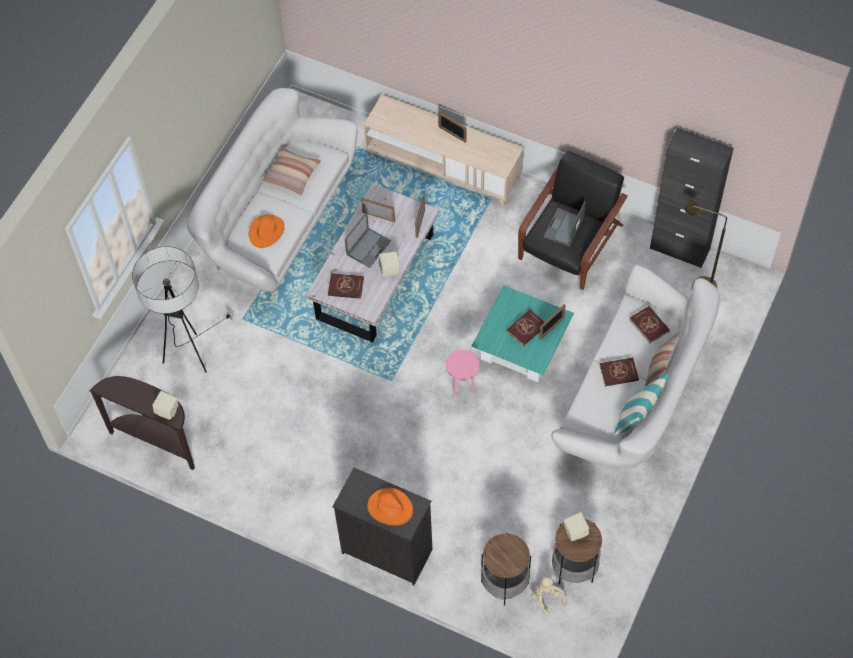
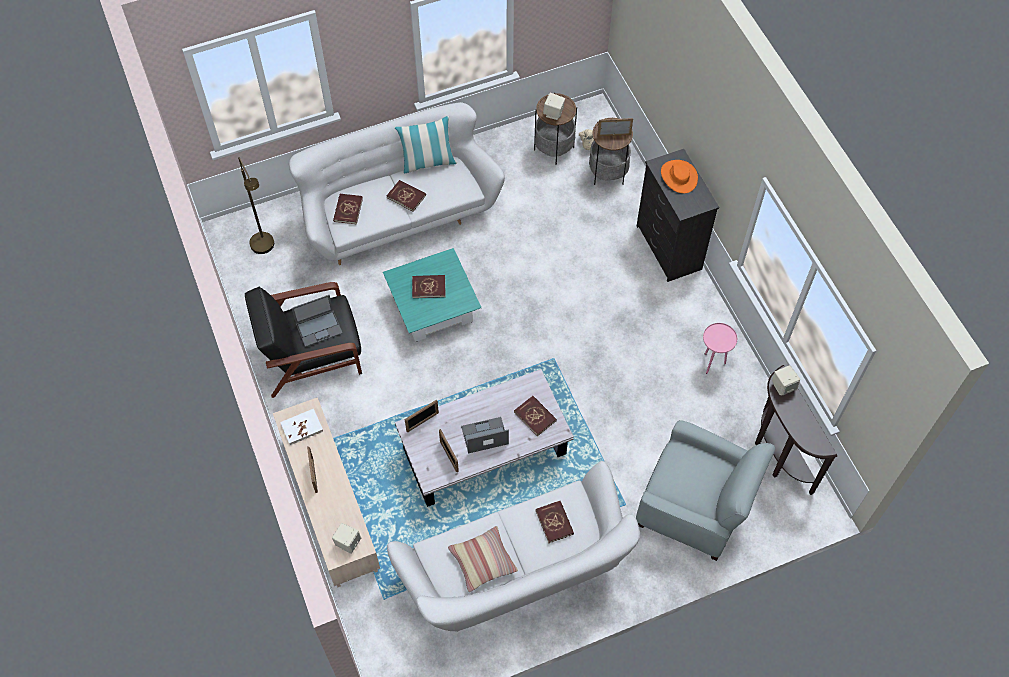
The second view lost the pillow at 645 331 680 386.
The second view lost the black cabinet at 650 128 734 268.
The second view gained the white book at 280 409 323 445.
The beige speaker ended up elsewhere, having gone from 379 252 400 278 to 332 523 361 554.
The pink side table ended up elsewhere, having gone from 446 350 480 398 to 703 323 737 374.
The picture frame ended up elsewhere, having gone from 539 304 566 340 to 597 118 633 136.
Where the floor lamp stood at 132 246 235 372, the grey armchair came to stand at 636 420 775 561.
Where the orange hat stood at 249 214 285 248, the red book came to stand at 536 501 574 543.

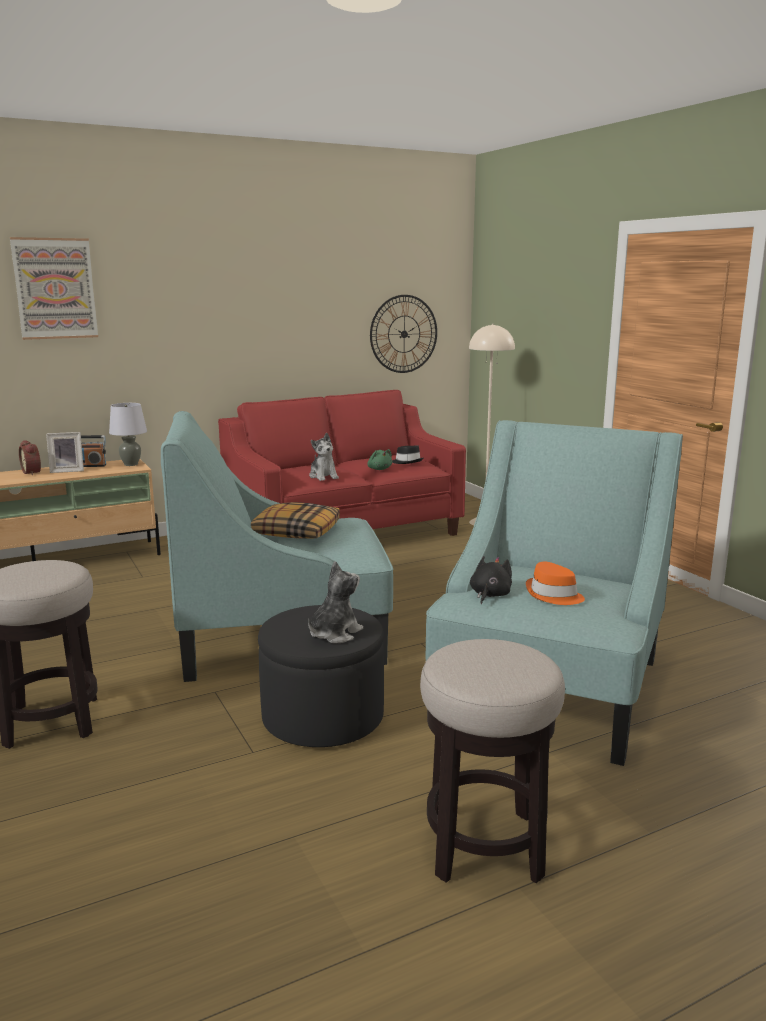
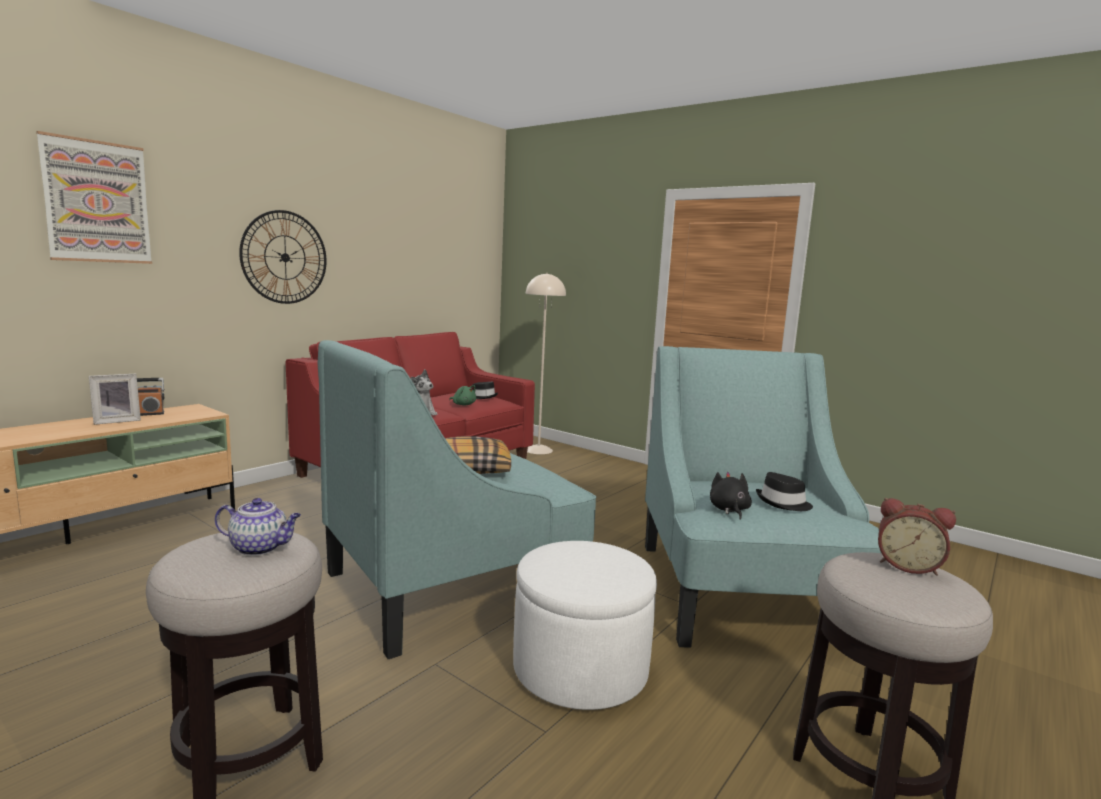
The second view lost the grey table lamp at 109 403 147 466.
The second view lost the plush toy at 308 561 363 643.
The second view gained the teapot at 215 498 301 556.
The alarm clock ended up elsewhere, having gone from 19 440 41 476 to 878 498 956 576.
The wall clock ended up elsewhere, having gone from 370 295 437 373 to 239 210 327 304.
What was the black ottoman at 258 605 384 747 turned into the white ottoman at 513 541 657 710.
What was the orange hat at 526 562 585 605 turned into the black hat at 756 472 813 511.

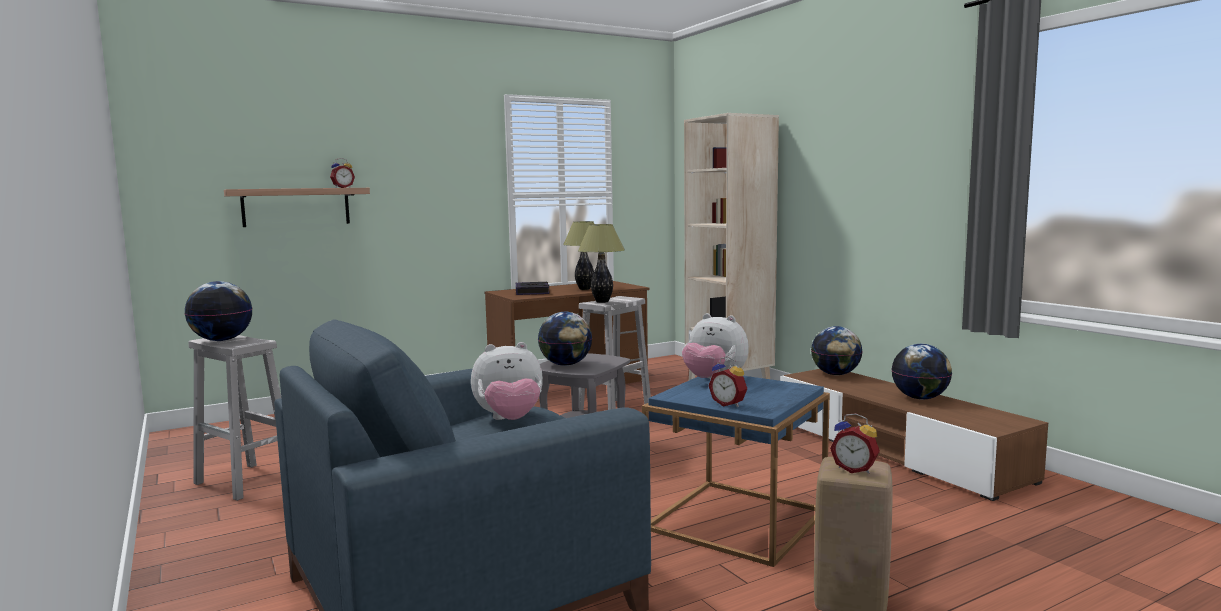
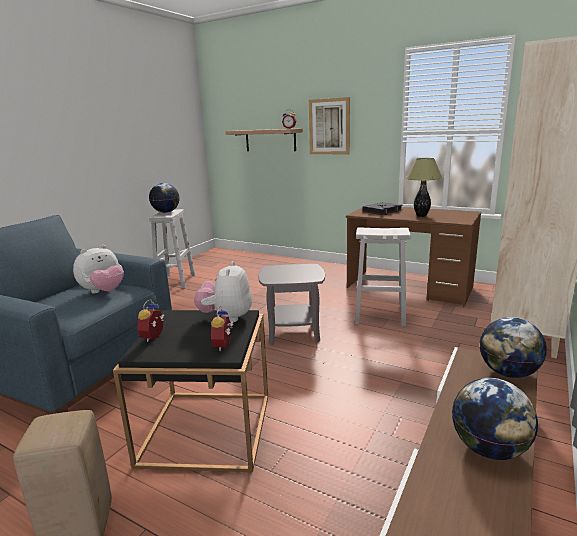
The second view lost the globe at 538 312 592 366.
The second view lost the table lamp at 578 224 625 303.
The second view gained the picture at 309 97 350 154.
The alarm clock ended up elsewhere, having gone from 830 413 880 474 to 211 306 234 351.
What was the blue side table at 642 376 830 567 turned into the black side table at 113 310 268 472.
The plush toy at 471 342 543 420 ended up facing another way, 90 degrees counterclockwise from before.

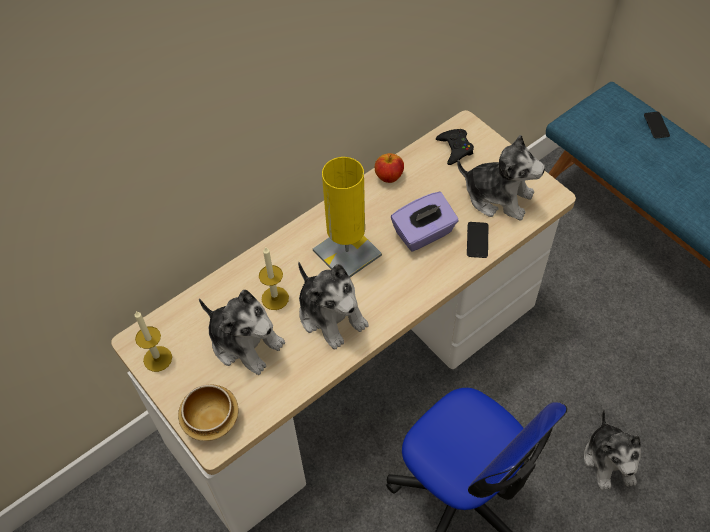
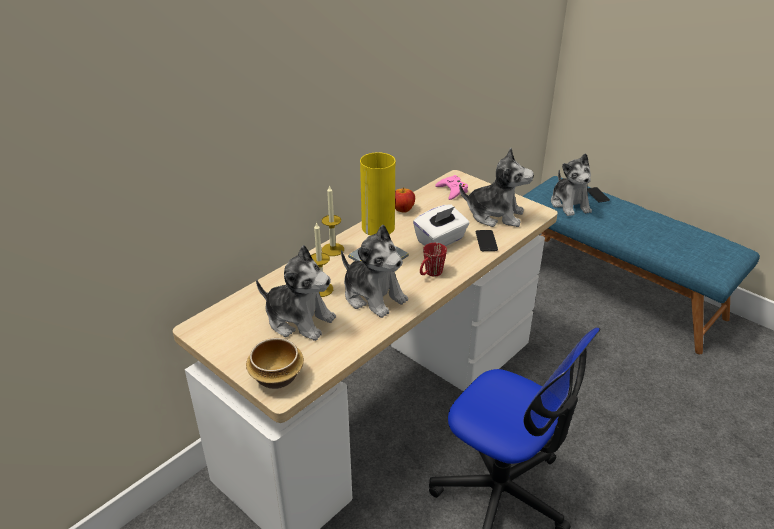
The second view gained the red mug at 420 243 447 277.
The candle ended up elsewhere, having gone from 135 311 172 372 to 322 185 344 256.
The plush toy ended up elsewhere, having gone from 584 409 641 490 to 551 153 592 216.
What was the purple tissue box at 391 192 458 252 turned into the white tissue box at 413 205 470 246.
What was the black game controller at 436 129 474 165 turned into the pink game controller at 435 175 468 200.

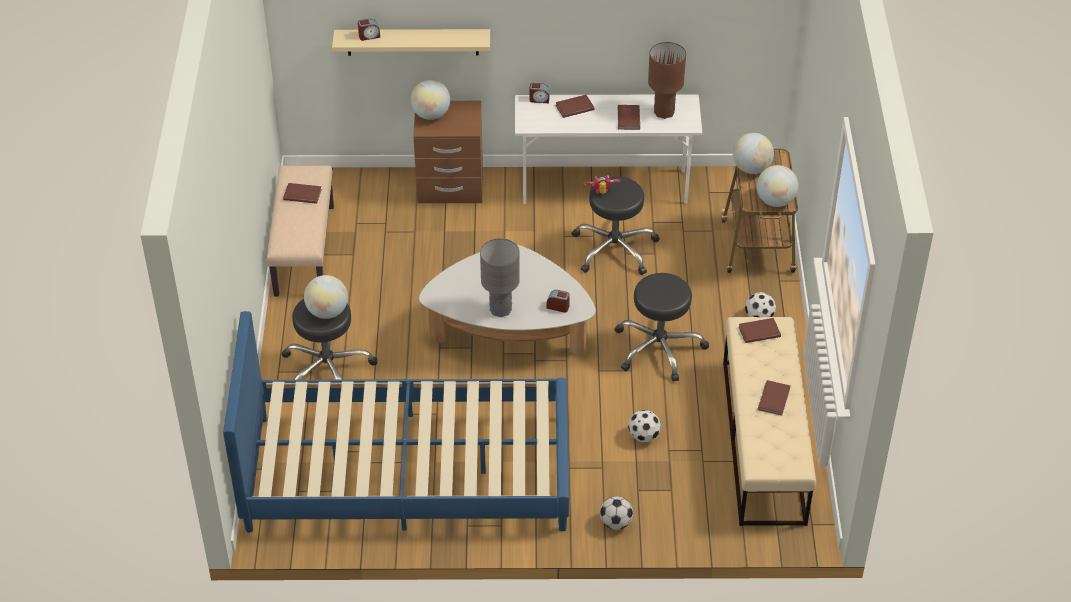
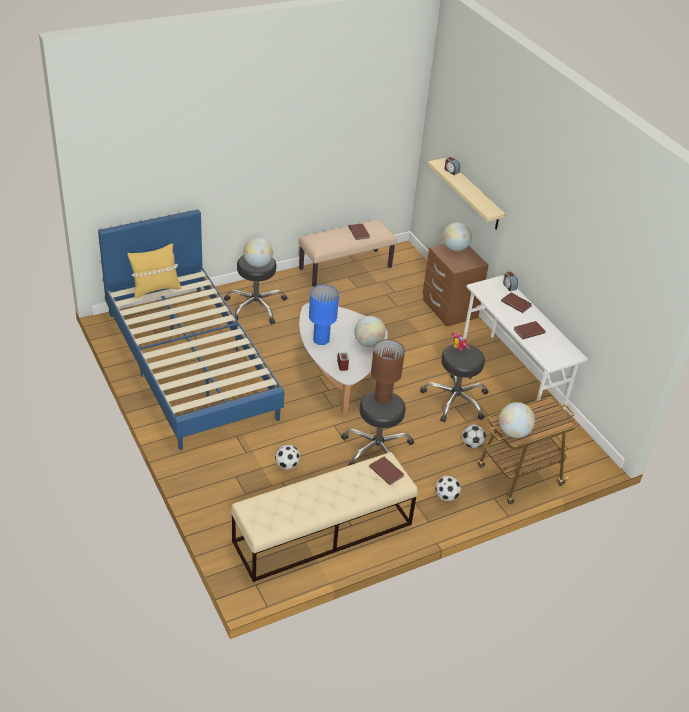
The second view lost the brown book at 758 380 790 416.
The second view gained the yellow pillow at 127 244 181 299.
The football ended up elsewhere, having gone from 600 496 633 530 to 462 424 486 448.
The brown table lamp ended up elsewhere, having gone from 648 42 686 119 to 371 339 405 404.
The globe ended up elsewhere, having gone from 733 133 774 174 to 354 316 386 347.
What was the grey table lamp at 480 238 520 317 turned into the blue table lamp at 309 285 339 345.

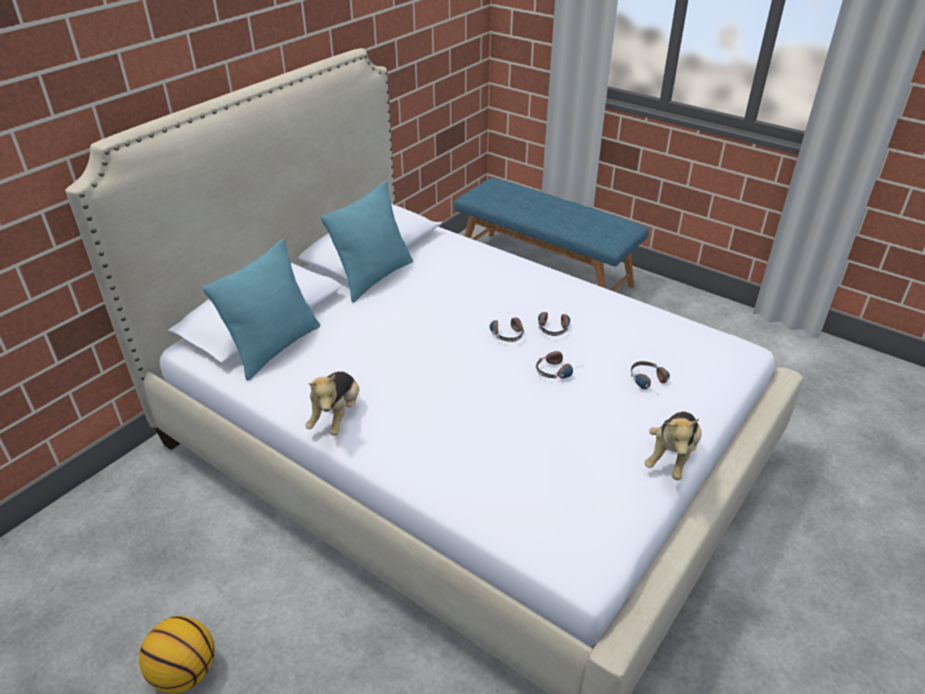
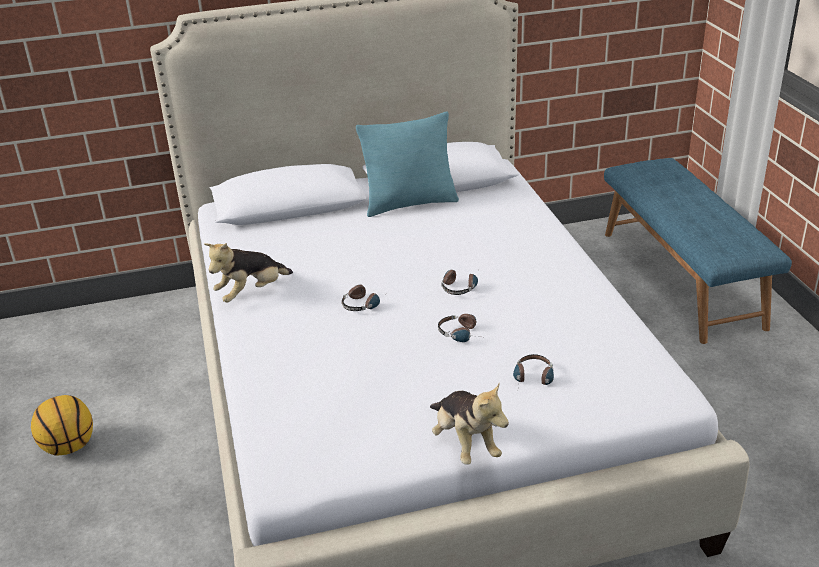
The second view lost the turquoise pillow at 203 239 320 381.
The headphones ended up elsewhere, having gone from 538 312 570 336 to 341 285 387 311.
The plush toy at 645 412 702 480 ended up facing another way, 90 degrees counterclockwise from before.

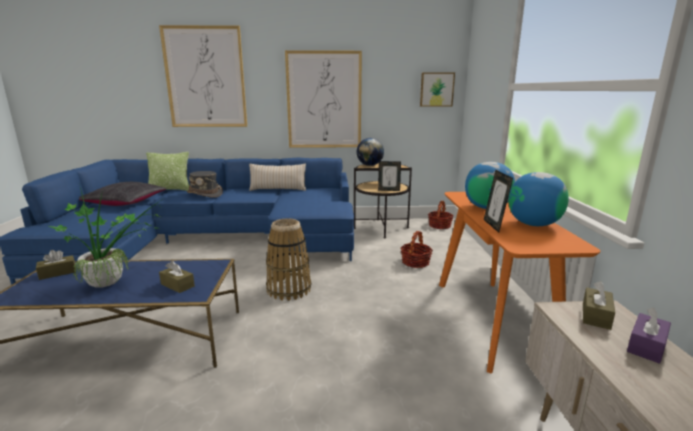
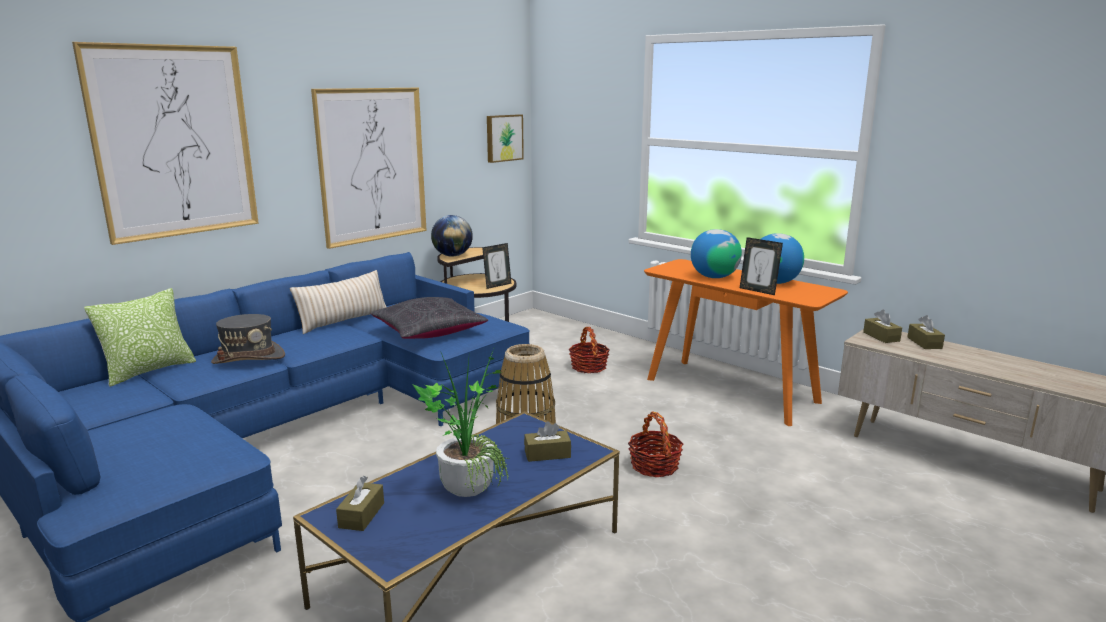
The black pillow ended up elsewhere, having gone from 79 182 166 206 to 371 297 488 339.
The basket ended up elsewhere, having gone from 428 201 453 229 to 628 411 683 477.
What was the purple tissue box at 627 307 671 364 turned into the brown tissue box at 908 315 945 349.

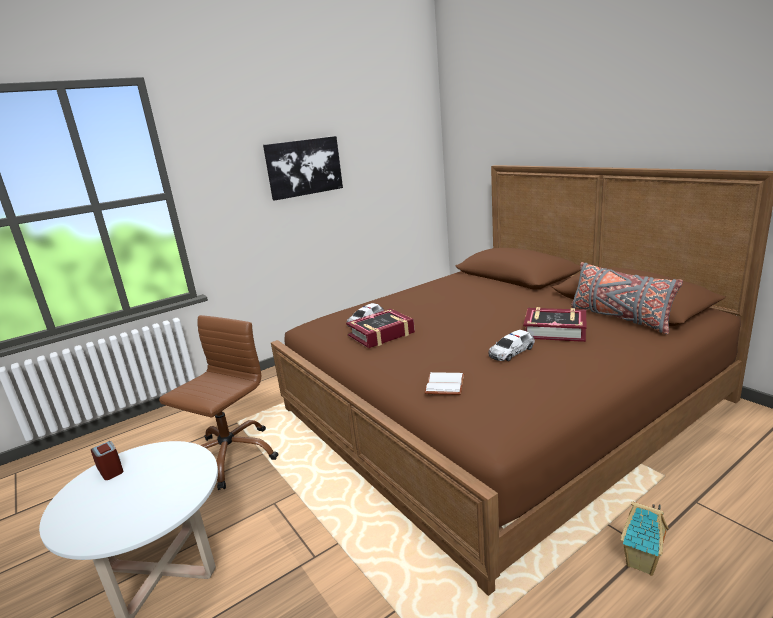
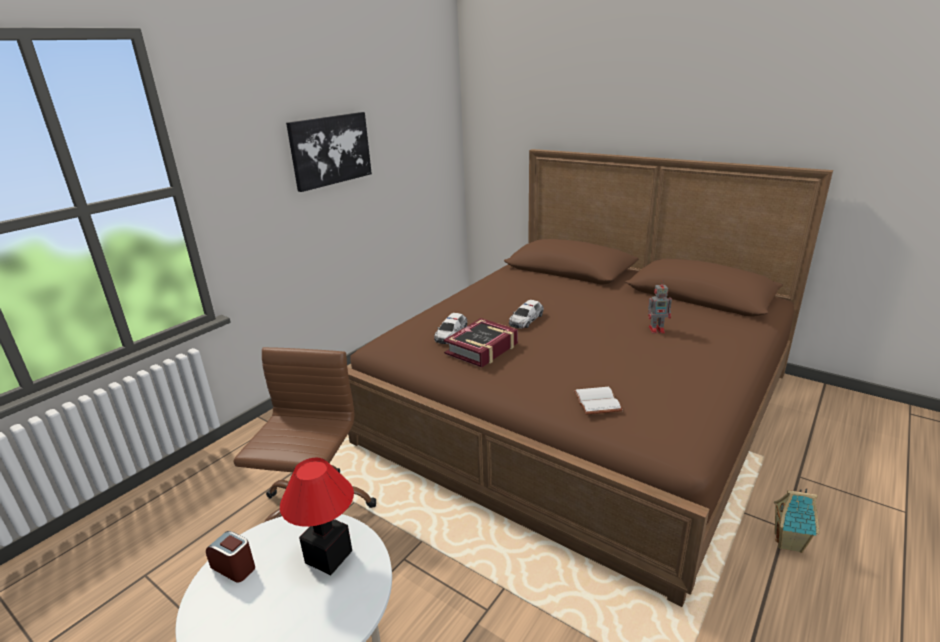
The second view lost the grey pillow at 571 262 683 335.
The second view gained the table lamp at 280 458 354 575.
The toy car ended up elsewhere, having gone from 488 330 535 361 to 509 300 544 328.
Where the book stood at 523 307 586 342, the toy robot came to stand at 648 284 672 333.

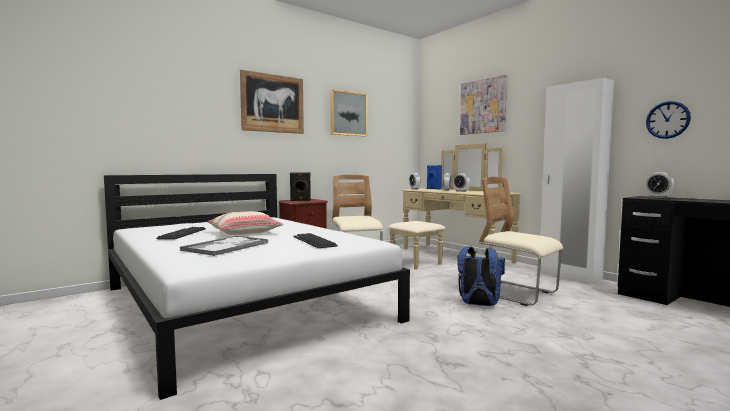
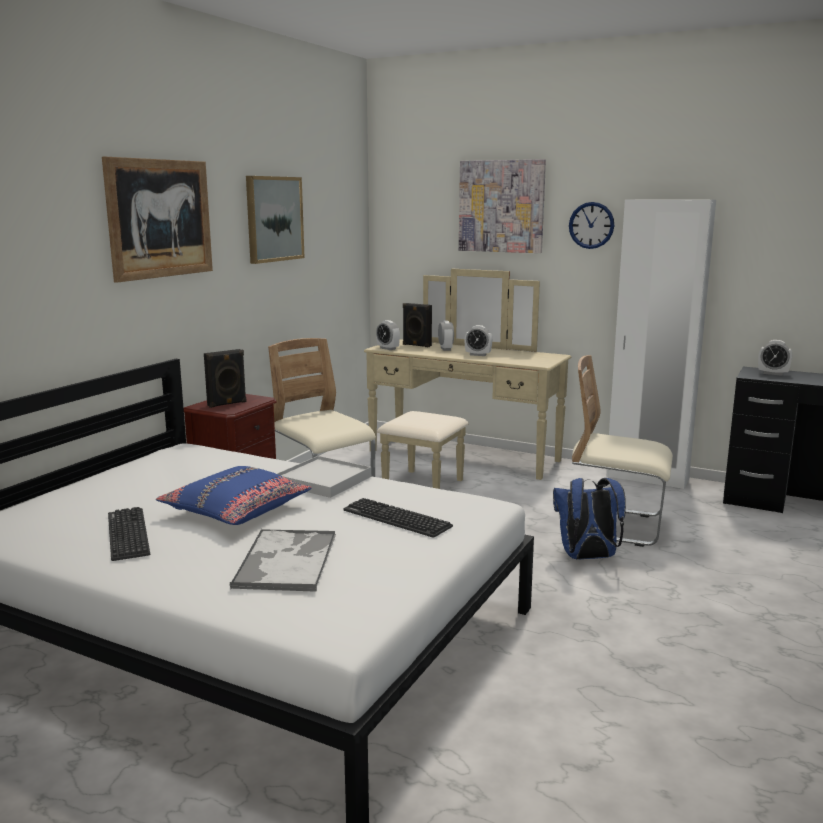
The second view gained the white tray at 277 456 371 498.
The wall clock ended up elsewhere, having gone from 646 101 691 139 to 569 202 614 249.
What was the beige pillow at 207 211 283 235 turned into the blue pillow at 156 466 312 525.
What was the blue speaker at 427 165 442 190 turned into the black speaker at 403 303 432 347.

